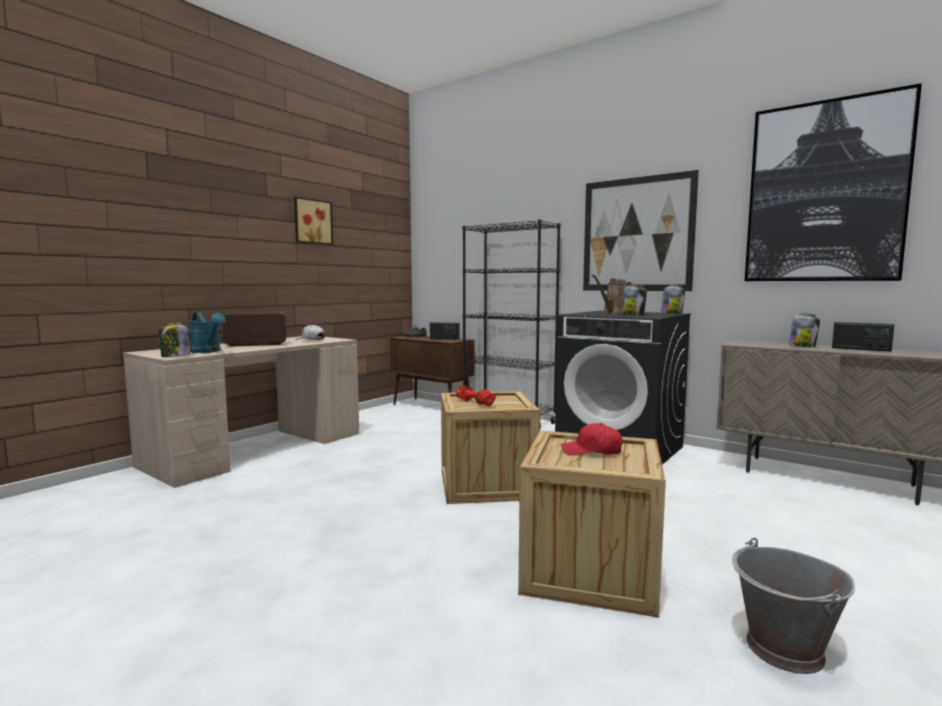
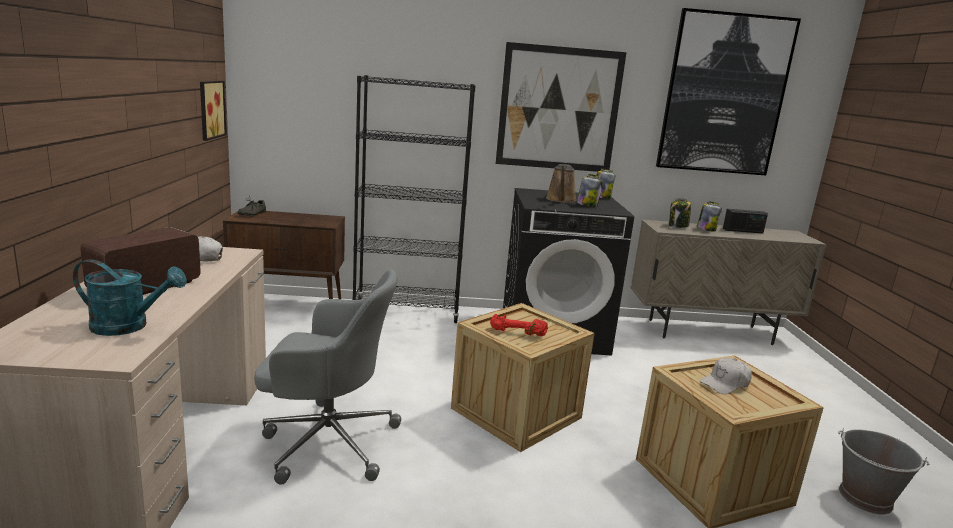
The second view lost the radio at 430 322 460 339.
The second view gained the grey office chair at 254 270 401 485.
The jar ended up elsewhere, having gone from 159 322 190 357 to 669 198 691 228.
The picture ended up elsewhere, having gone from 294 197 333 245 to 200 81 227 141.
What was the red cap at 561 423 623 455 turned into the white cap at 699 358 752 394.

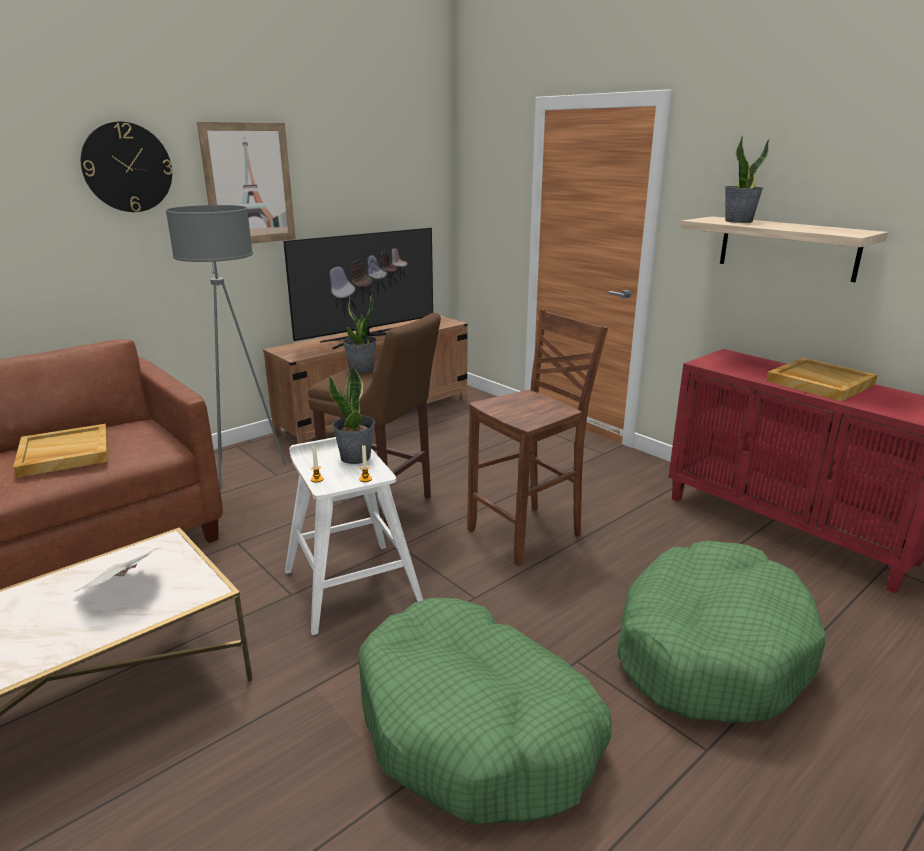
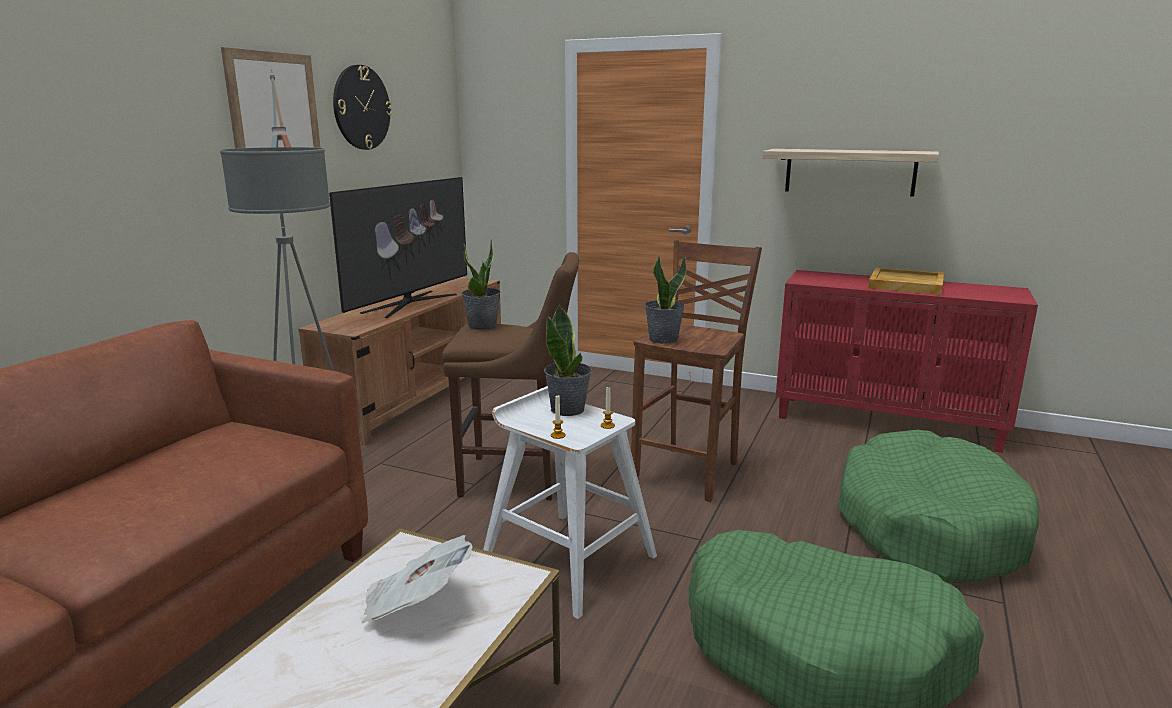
The second view lost the beige tray at 13 424 109 478.
The wall clock ended up elsewhere, having gone from 81 121 172 212 to 333 65 392 150.
The potted plant ended up elsewhere, having gone from 725 136 769 223 to 645 256 686 344.

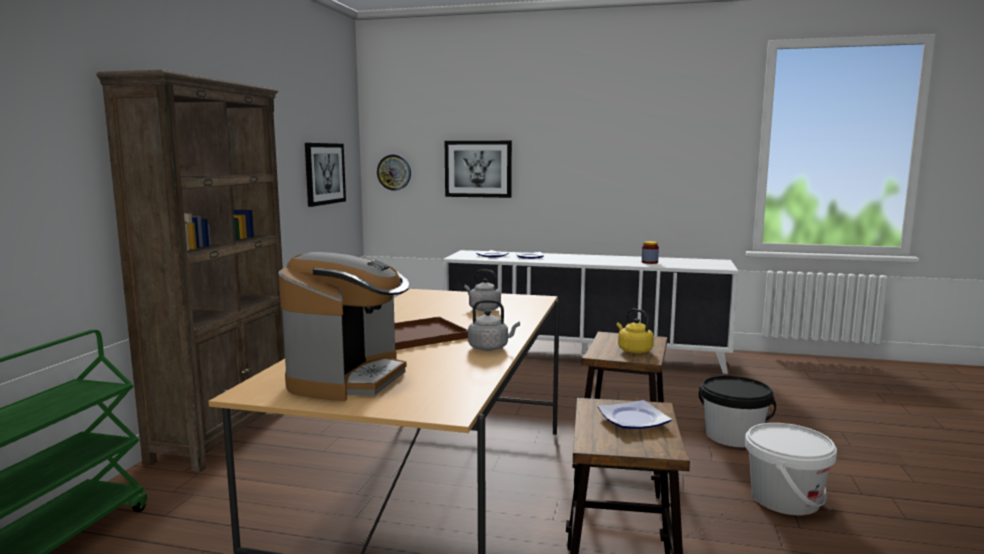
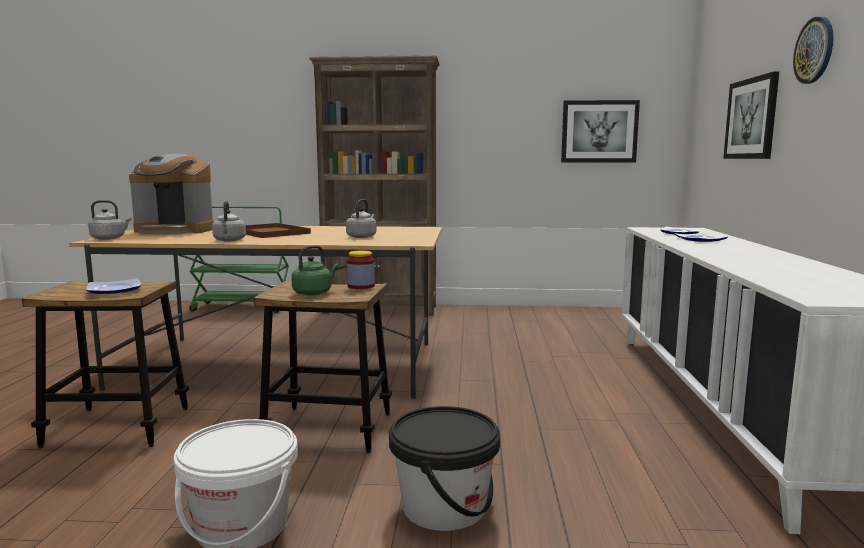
The second view gained the grey kettle at 88 200 131 240.
The wall clock ended up elsewhere, having gone from 377 155 411 191 to 793 17 834 84.
The jar ended up elsewhere, having gone from 642 241 659 264 to 347 251 375 289.
What was the yellow kettle at 617 309 654 354 turned into the green kettle at 291 245 339 295.

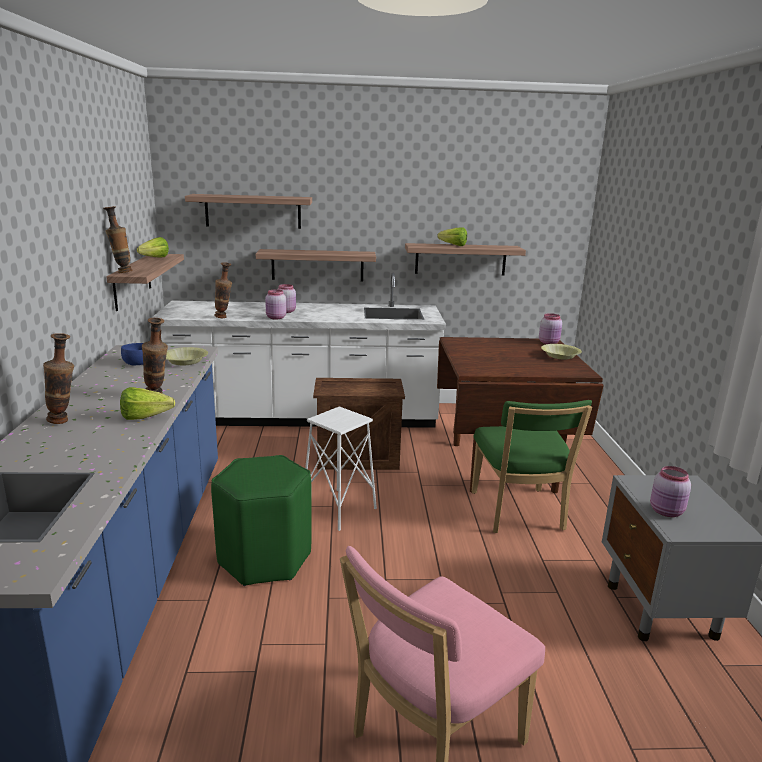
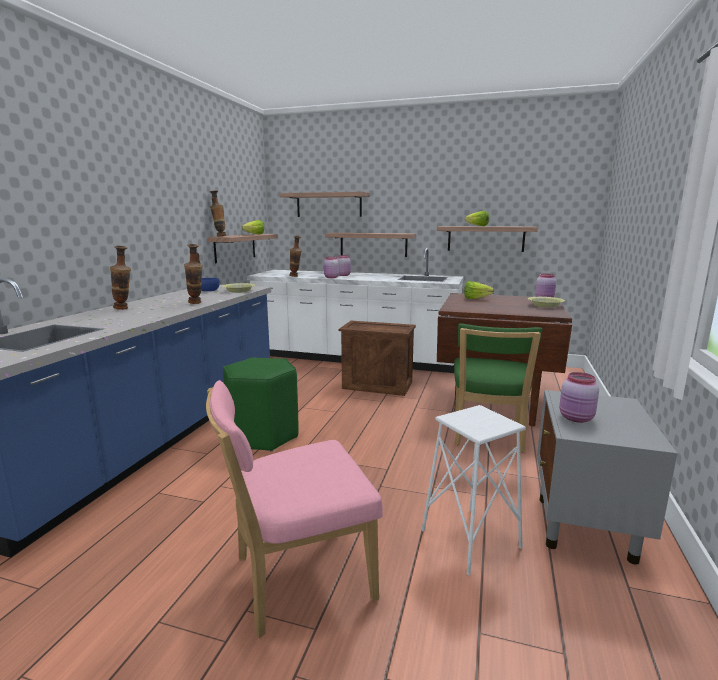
The lettuce ended up elsewhere, having gone from 120 387 175 420 to 464 281 494 299.
The white stool ended up elsewhere, having gone from 305 406 377 531 to 421 405 526 576.

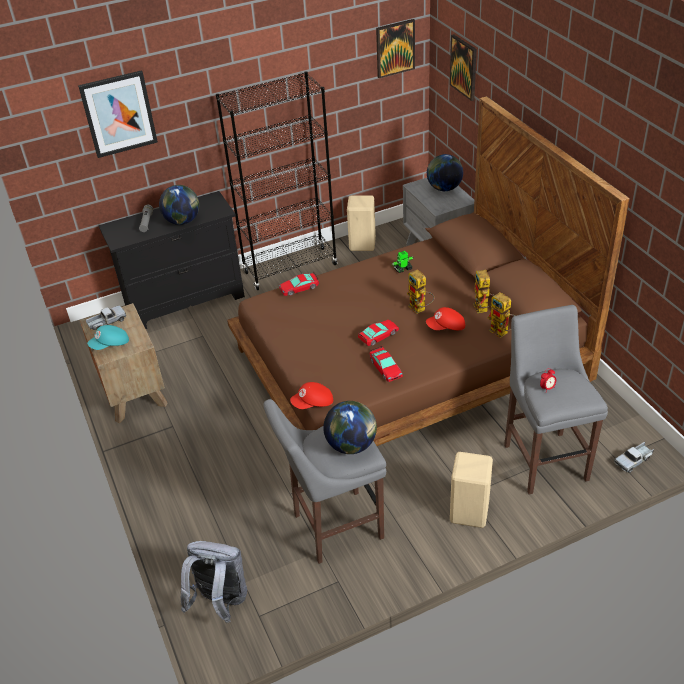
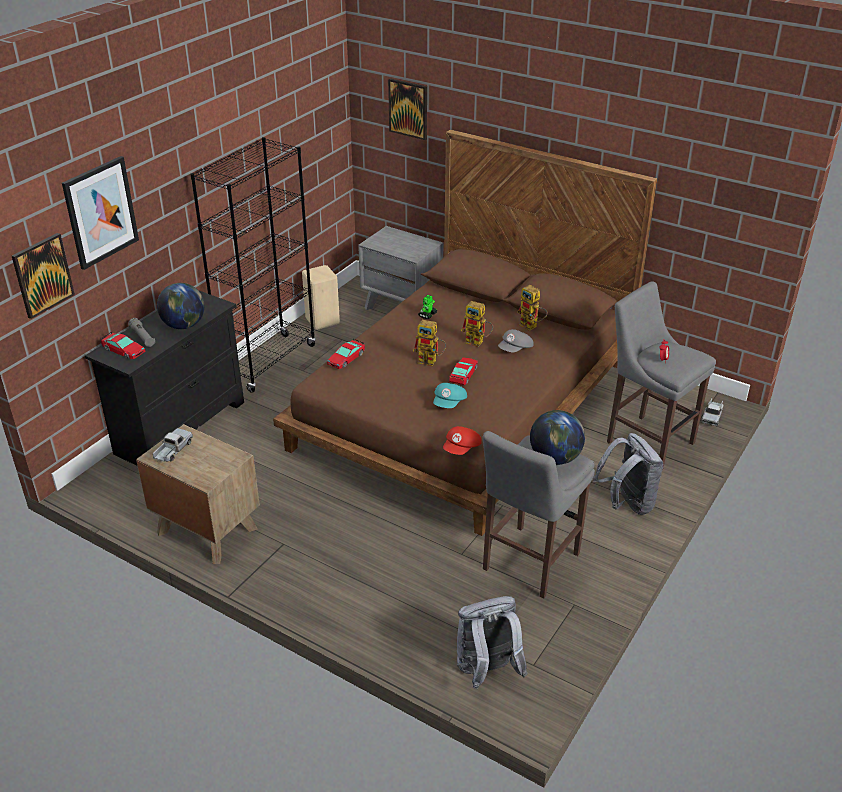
The second view lost the globe at 427 154 463 191.
The turquoise cap ended up elsewhere, having gone from 87 325 129 350 to 433 383 467 408.
The toy car ended up elsewhere, having gone from 370 346 403 382 to 101 331 145 359.
The picture ended up elsewhere, having gone from 376 19 415 78 to 12 233 75 319.
The toy robot ended up elsewhere, having gone from 487 292 515 338 to 413 320 446 366.
Where the beige stool stood at 450 452 493 528, the grey backpack came to stand at 593 433 664 515.
What was the red cap at 426 307 465 330 turned into the grey cap at 498 329 534 352.

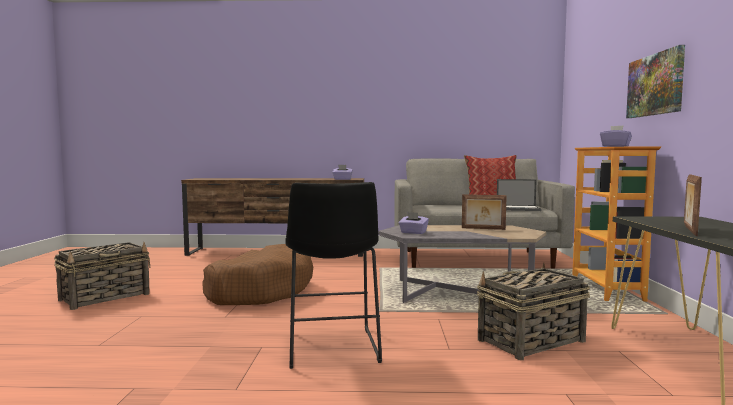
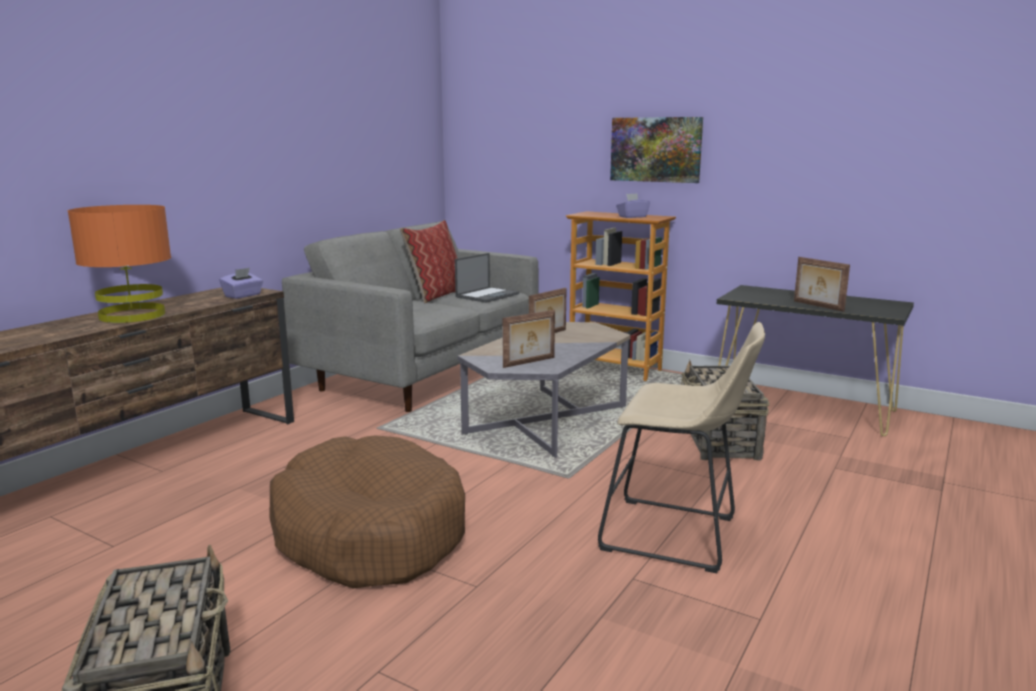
The second view gained the orange table lamp at 68 205 171 323.
Where the purple tissue box stood at 399 212 429 234, the picture frame came to stand at 502 310 555 368.
What was the black stool at 285 182 382 369 turned into the beige stool at 598 322 765 573.

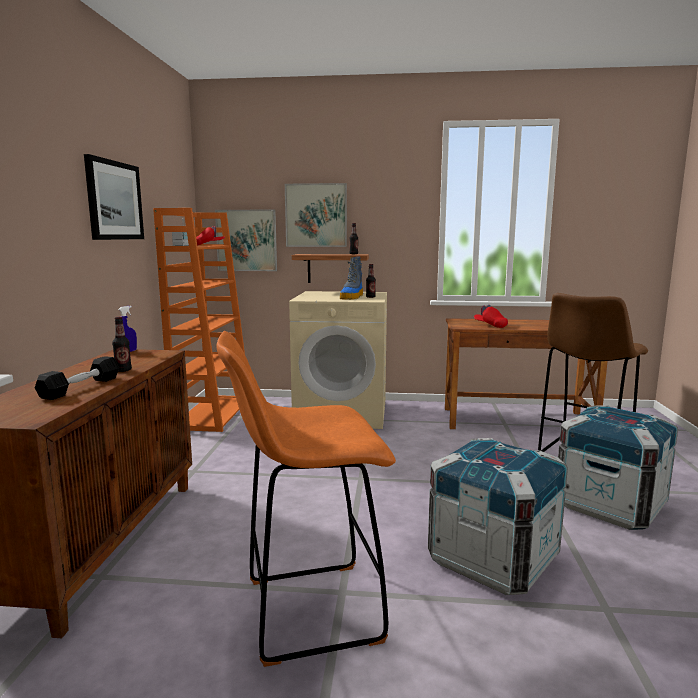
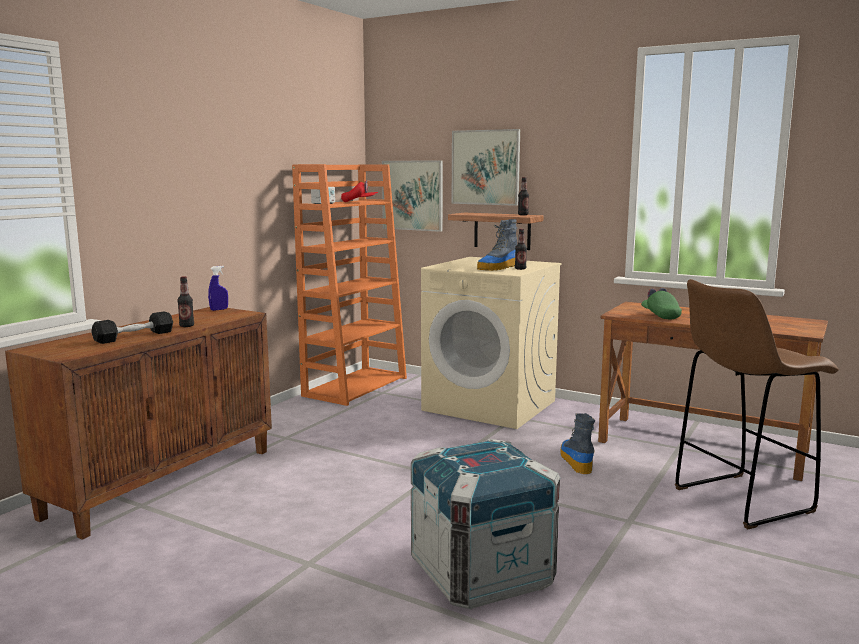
The second view lost the picture at 84 154 144 240.
The second view lost the orange stool at 217 331 396 667.
The second view lost the crate at 558 405 678 530.
The second view gained the boot at 560 413 595 474.
What was the red cap at 474 305 508 328 turned into the green cap at 641 288 682 319.

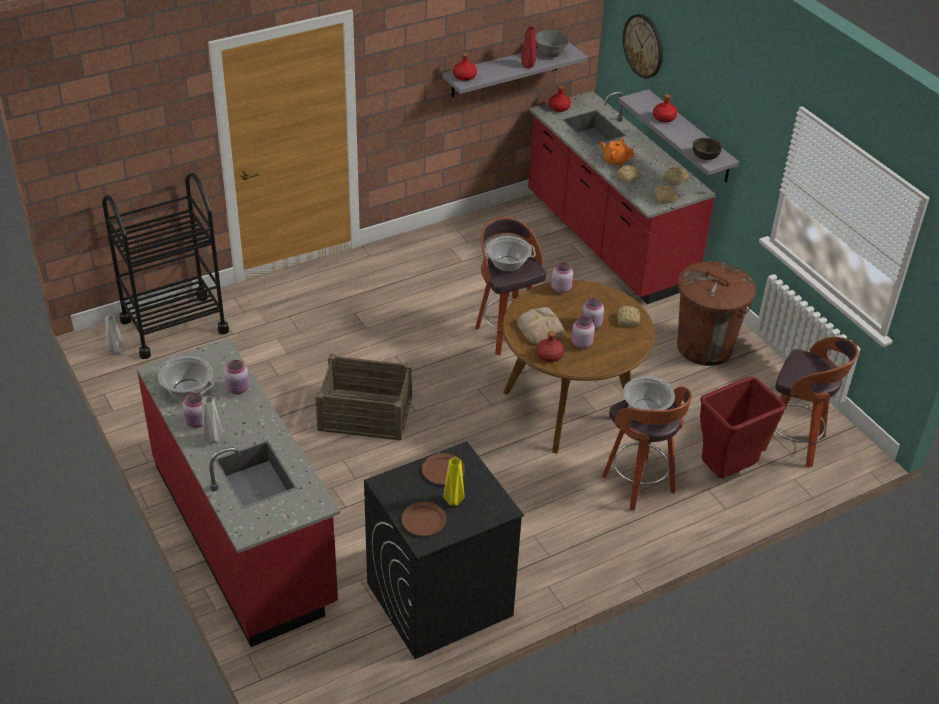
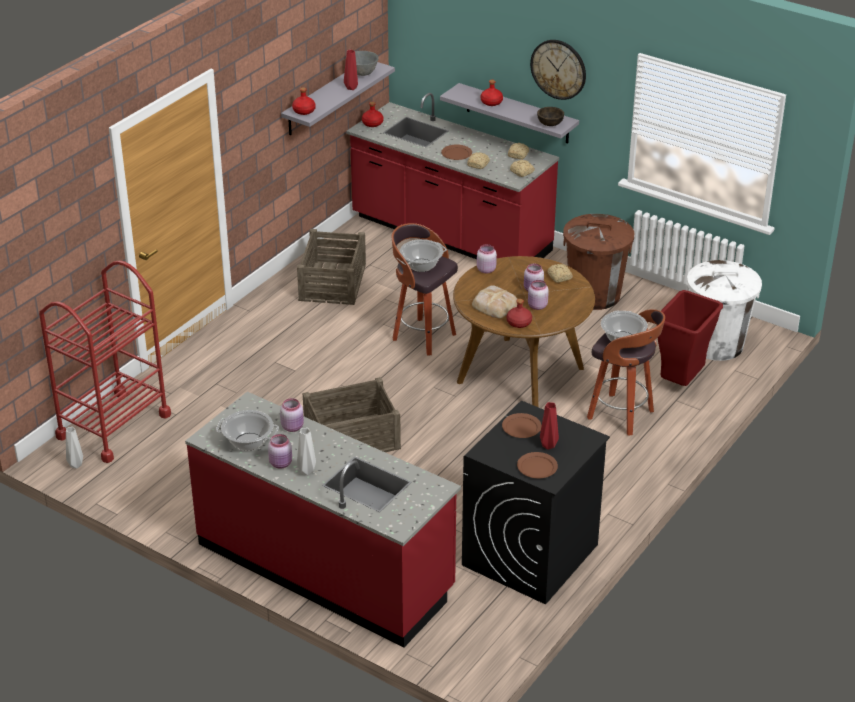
The second view gained the crate at 297 229 366 305.
The wall clock ended up elsewhere, having gone from 623 14 663 78 to 530 40 586 100.
Where the orange teapot stood at 600 138 634 167, the brown plate came to stand at 441 145 472 160.
Where the stool stood at 762 337 858 468, the white trash can came to stand at 687 260 762 361.
What was the black cart at 102 173 229 359 turned into the red cart at 39 260 171 463.
What was the yellow vase at 443 457 464 506 turned into the red vase at 540 402 559 450.

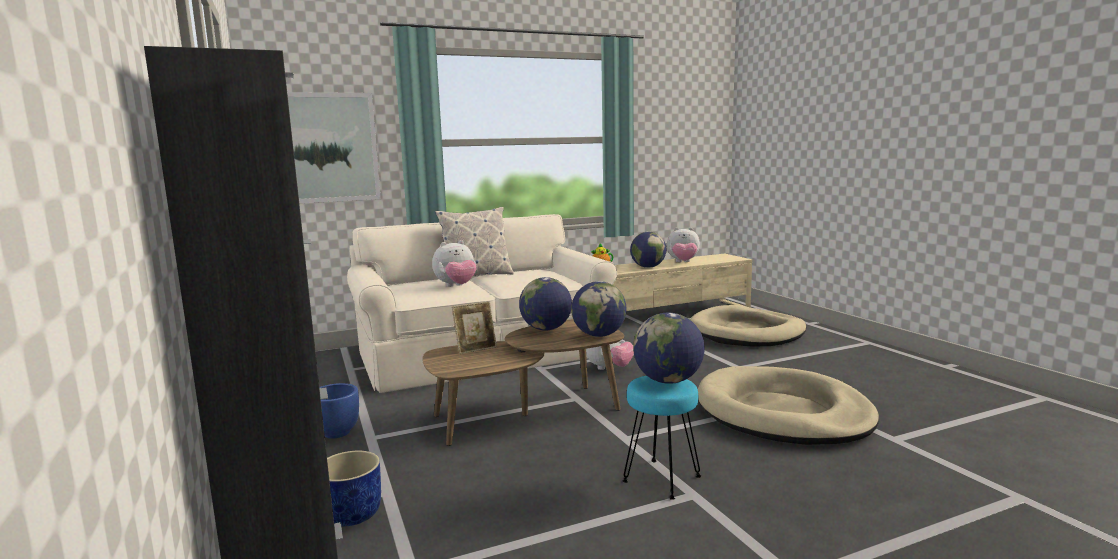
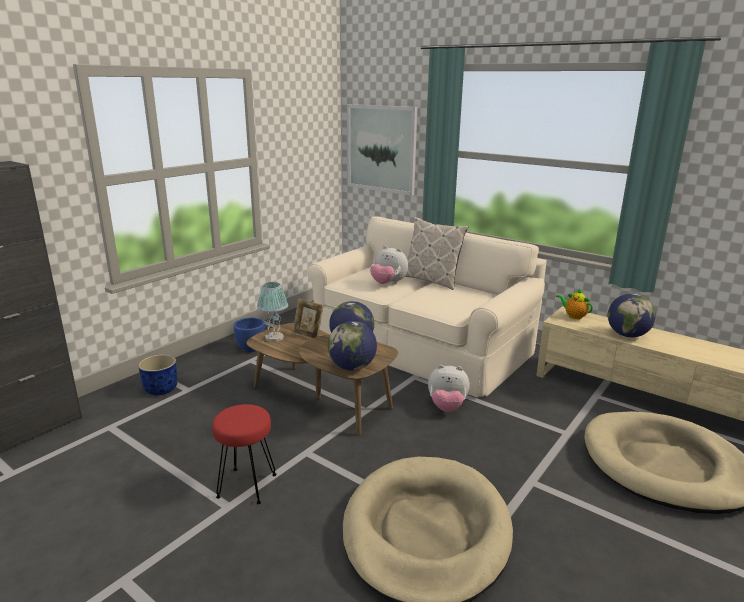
The second view lost the globe at 633 313 705 384.
The second view lost the plush toy at 667 227 700 262.
The second view gained the table lamp at 257 282 288 342.
What was the turquoise stool at 623 376 701 500 turned into the red stool at 212 404 277 504.

